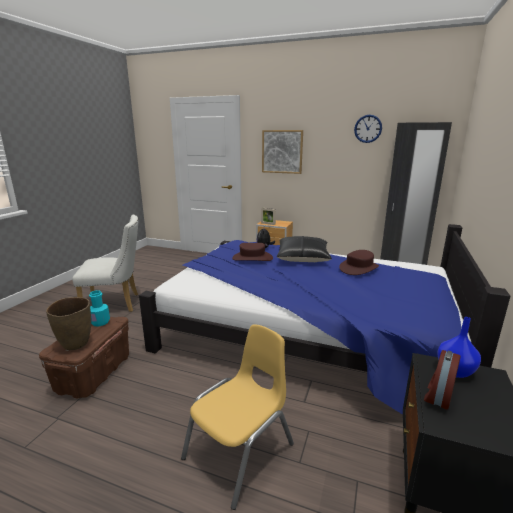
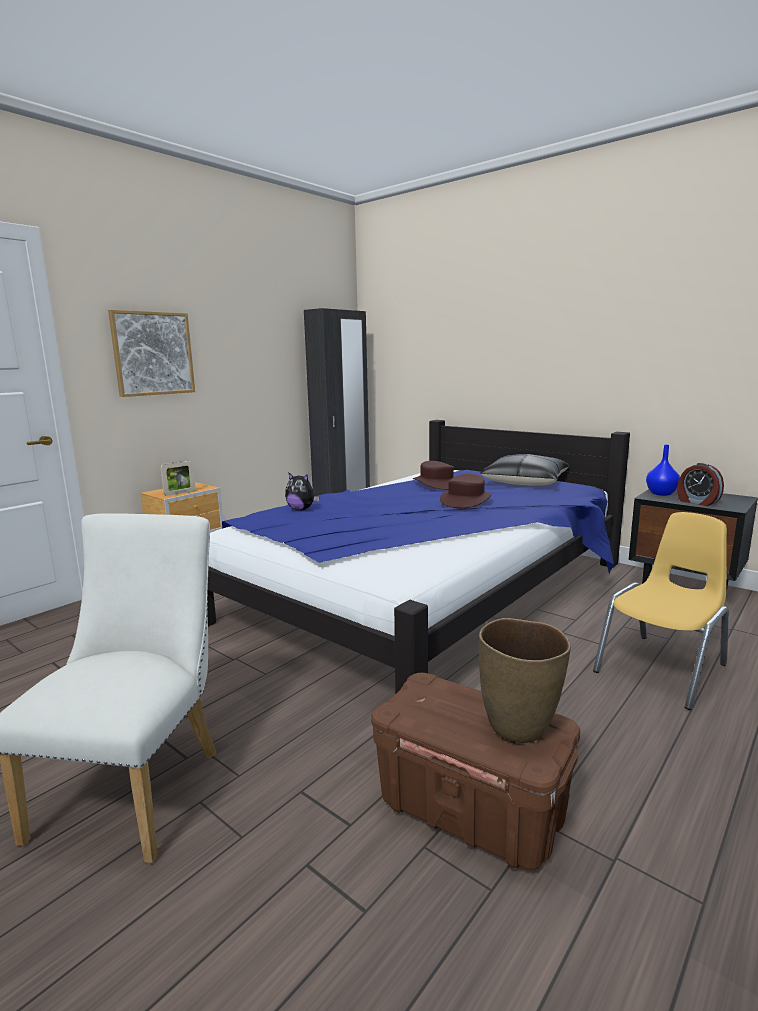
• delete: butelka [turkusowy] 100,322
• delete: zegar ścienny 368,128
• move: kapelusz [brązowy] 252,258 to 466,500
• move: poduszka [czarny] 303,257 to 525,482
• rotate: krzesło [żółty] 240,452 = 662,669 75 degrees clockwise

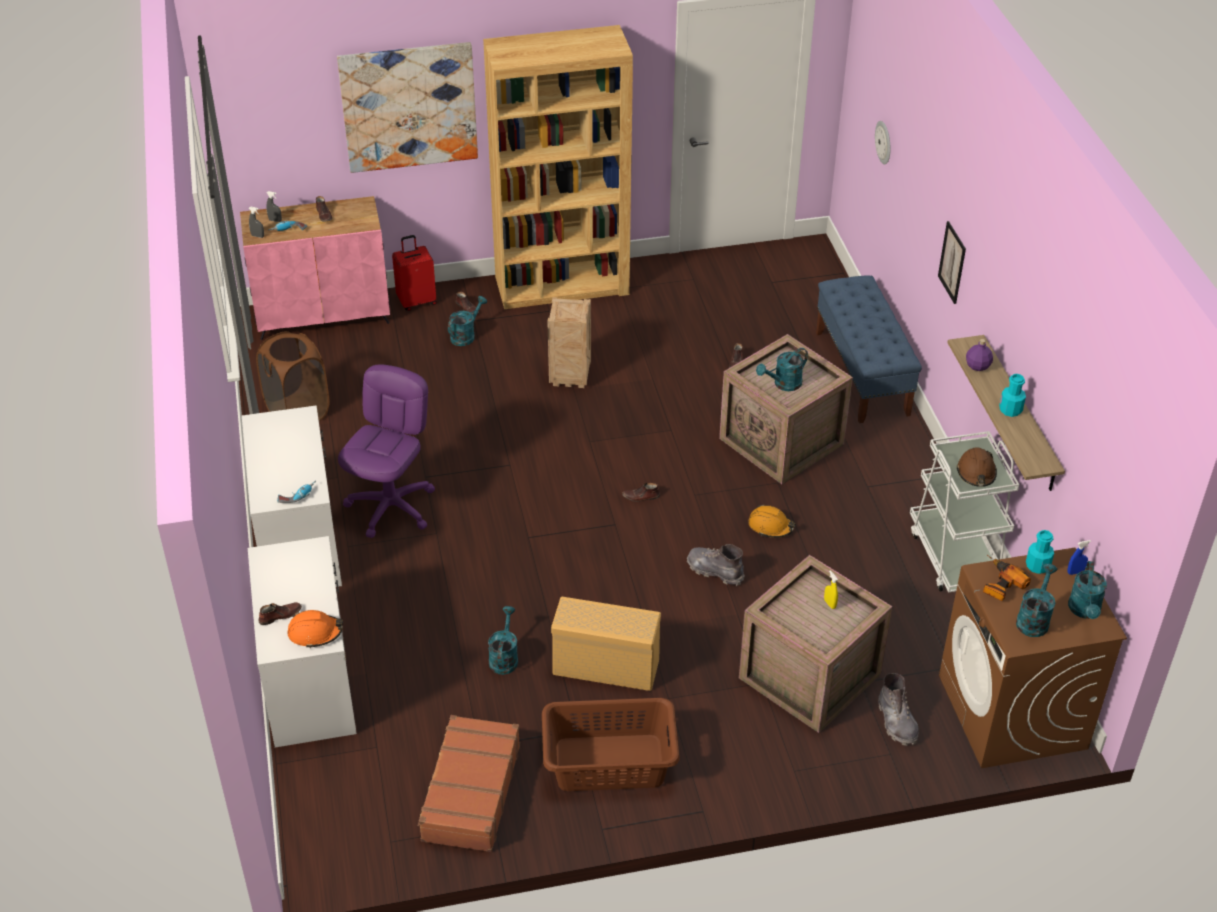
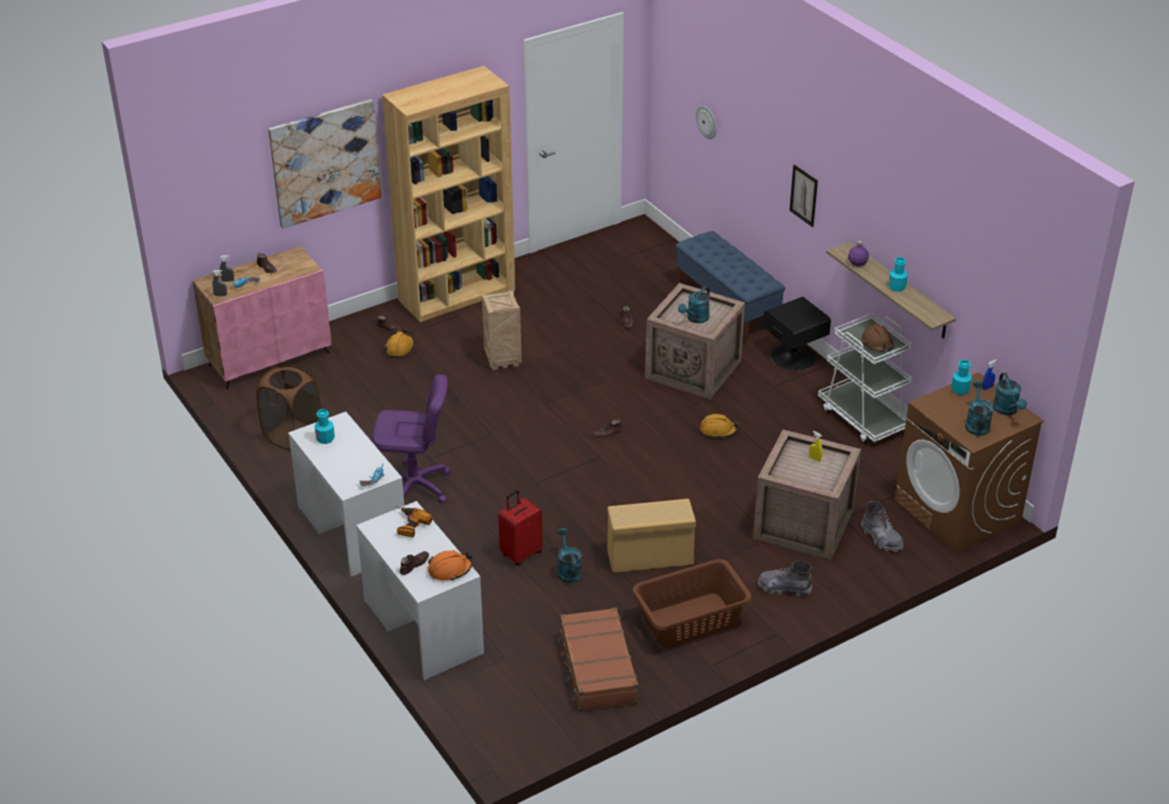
• insert: butelka [turkusowy] 325,439
• insert: szafka nocna [czarny] 793,357
• move: walizka [czerwony] 416,301 to 521,553
• move: but z cholewką [szary] 715,571 to 784,588
• move: wiertarka 999,584 to 409,525
• replace: konewka [turkusowy] 465,335 to kask [pomarańczowy] 399,348
• rotate: krzesło biurowe [fioletowy] 391,507 = 414,487 90 degrees clockwise

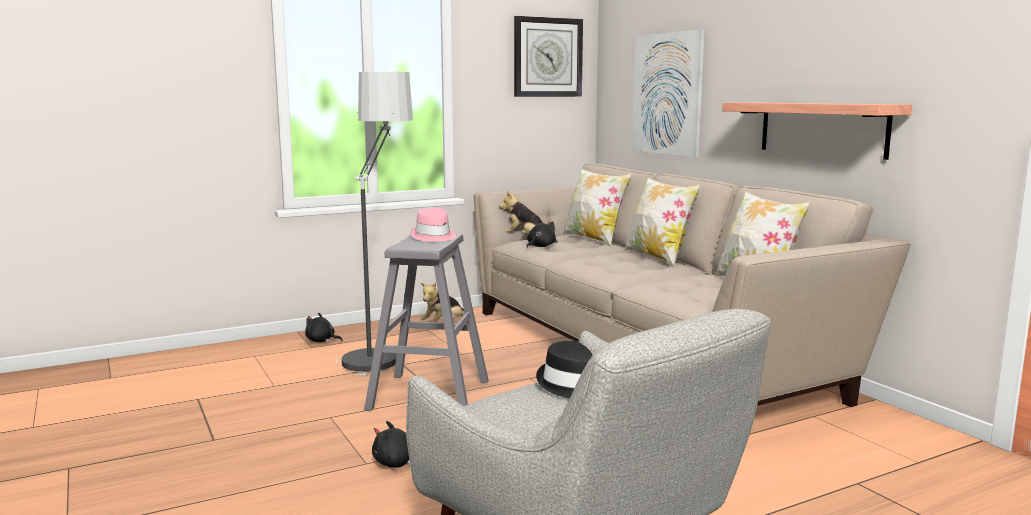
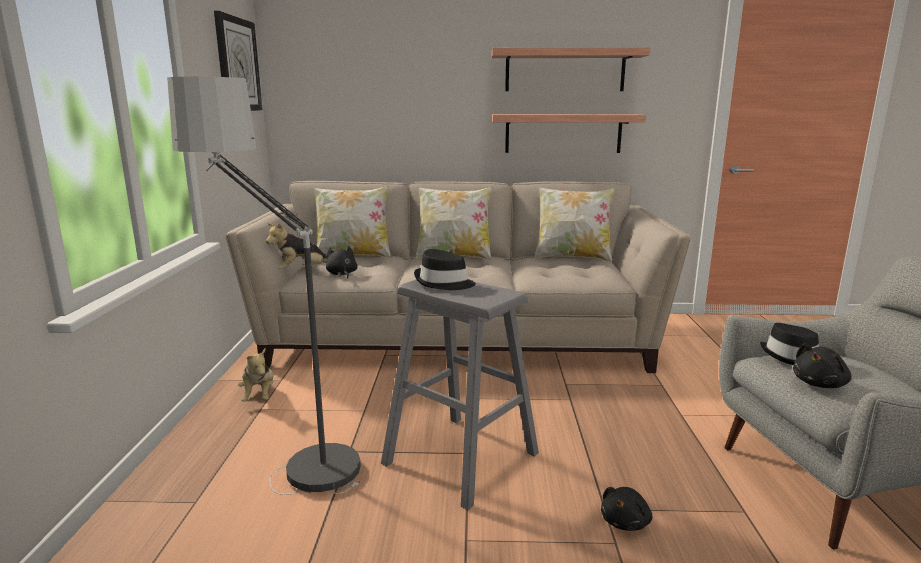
• delete: obraz 667,94
• insert: półka 565,71
• move: pluszak [czarny] 321,341 to 820,384
• recolor: kapelusz [różowy] 433,236 to kapelusz [czarny] 444,283

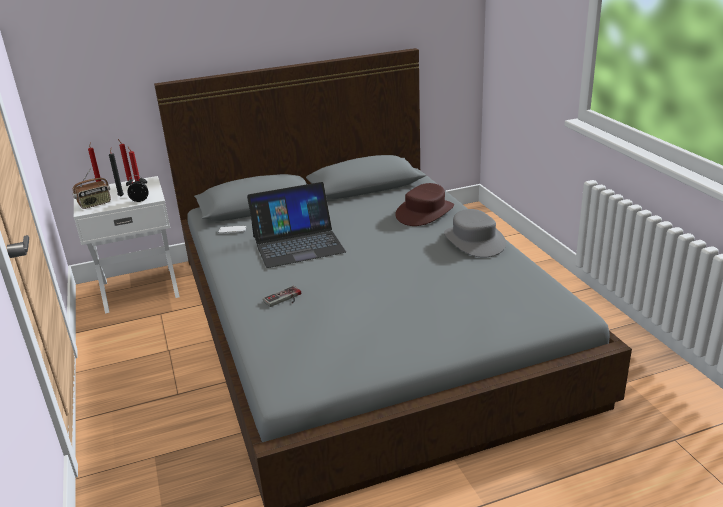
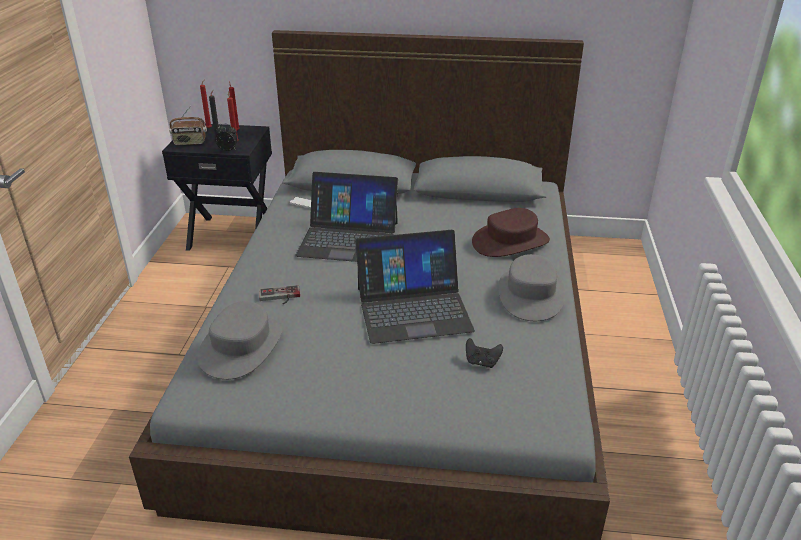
• insert: kapelusz [szary] 242,347
• insert: laptop 413,308
• insert: pad do gier [czarny] 482,362
• recolor: szafka nocna [biały] 140,288 to szafka nocna [czarny] 232,234

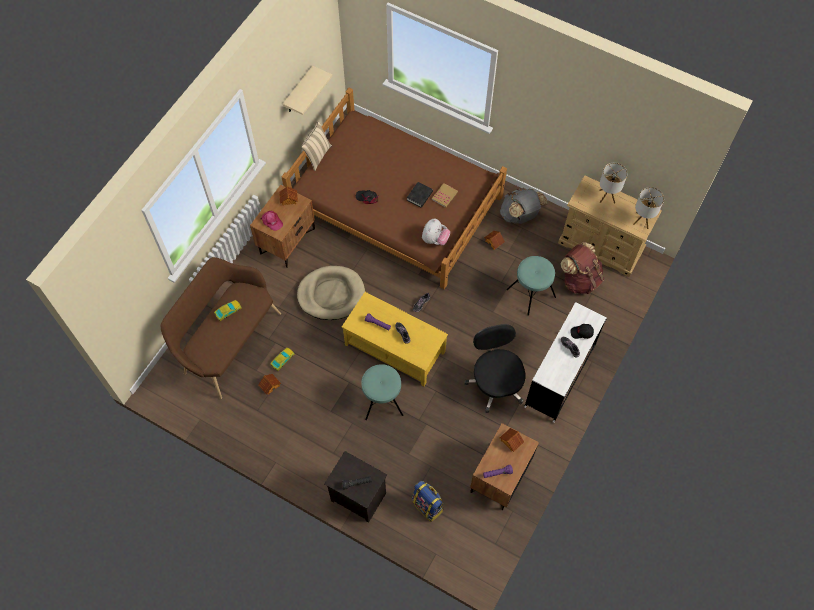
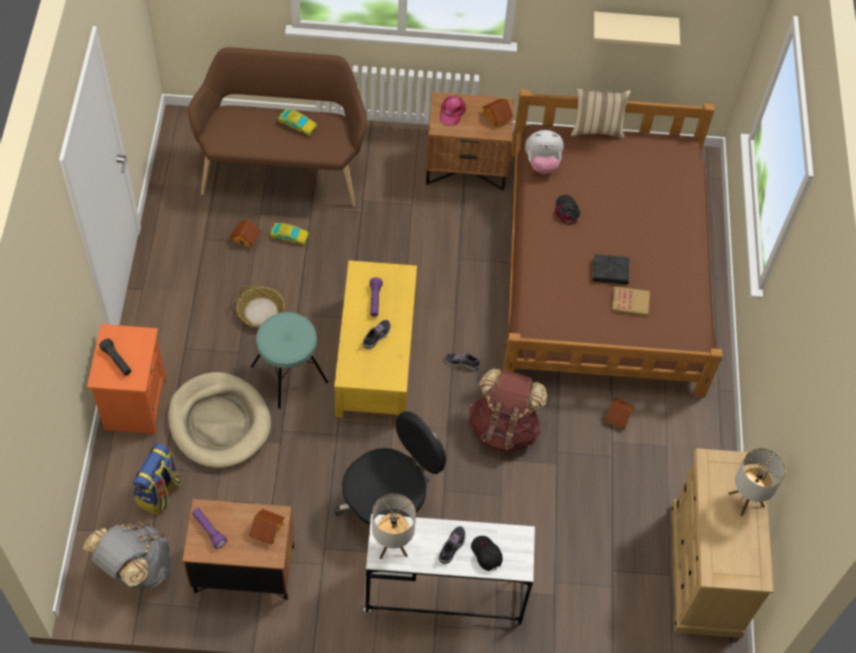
• delete: stołek [turkusowy] 531,293
• insert: koszyk 260,312
• move: legowisko [beżowy] 331,294 to 219,422
• move: pluszak 435,239 to 542,163
• move: plecak [szary] 520,215 to 135,568
• move: plecak [brązowy] 580,279 to 504,428
• move: lampa stołowa 642,220 to 392,545
• recolor: szafka nocna [czarny] 357,497 to szafka nocna [pomarańczowy] 134,402

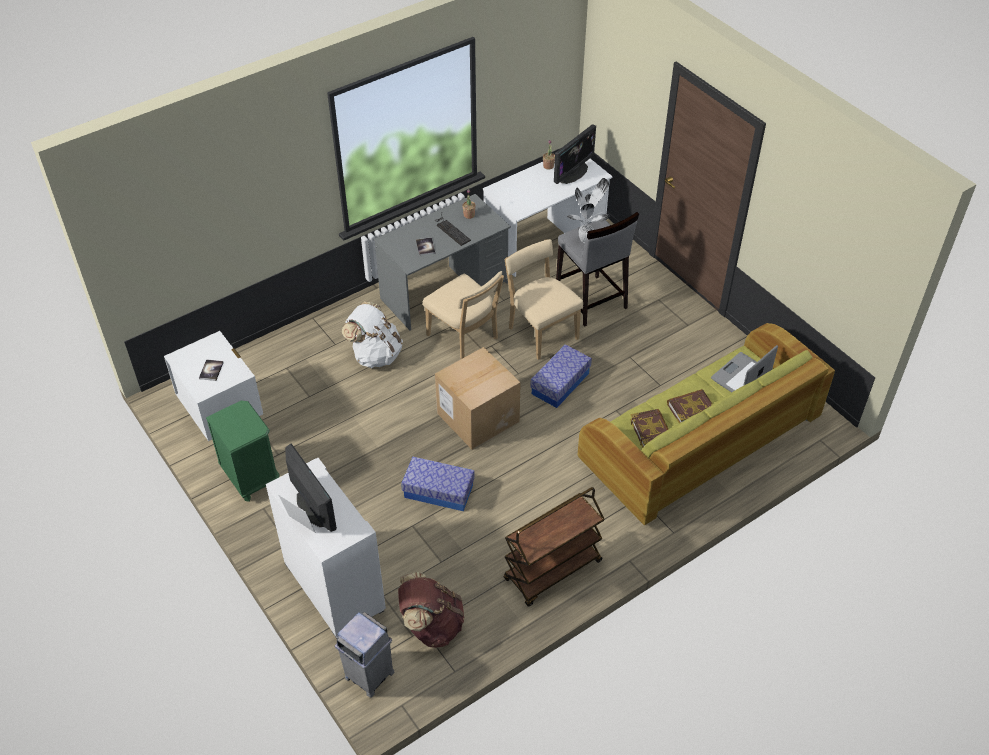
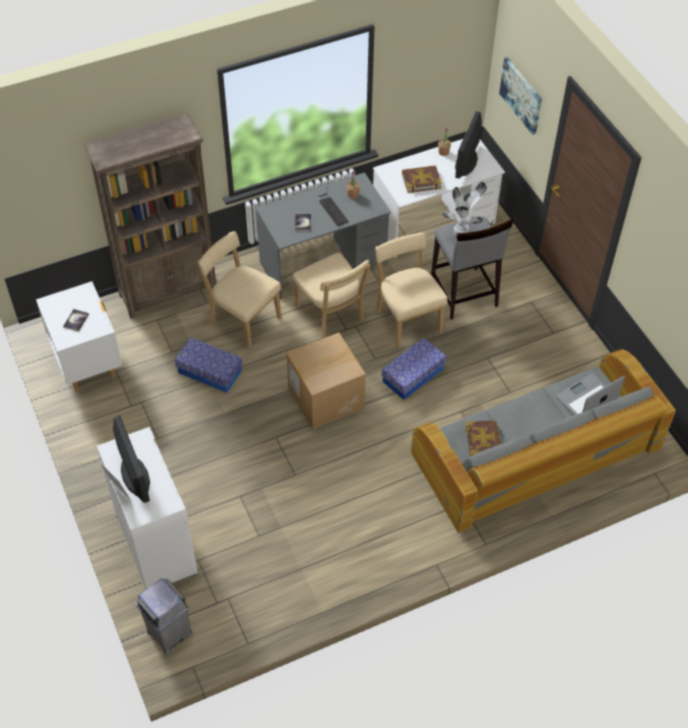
• delete: szafka nocna [zielony] 251,478
• delete: plecak [brązowy] 431,625
• delete: wózek [brązowy] 552,571
• insert: regał [brązowy] 168,291
• insert: obraz 521,95
• move: pojemnik do przechowywania 438,491 to 209,372
• move: książka 690,409 to 421,181
• replace: plecak [biały] 375,354 to krzesło [beżowy] 243,319
• recolor: kanapa [zielony] 700,441 to kanapa [szary] 535,456
• rotate: monitor 573,173 = 466,162 150 degrees clockwise

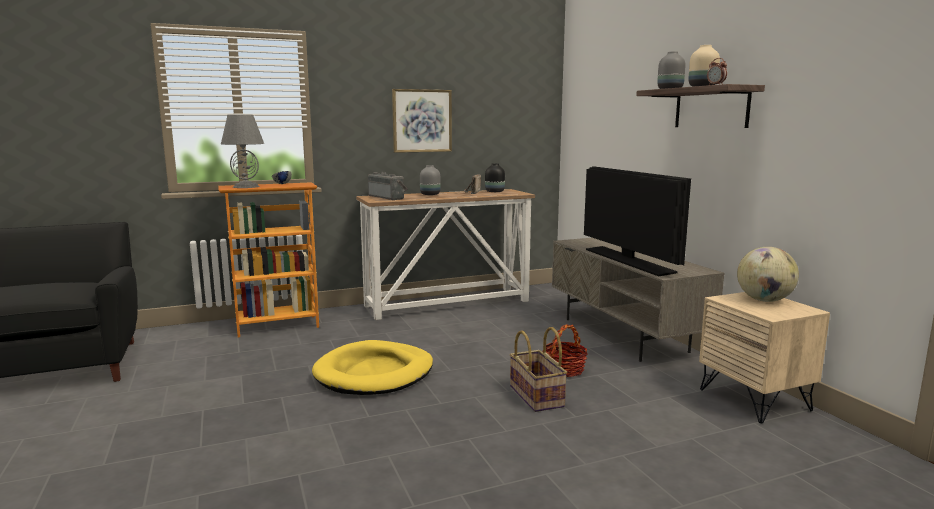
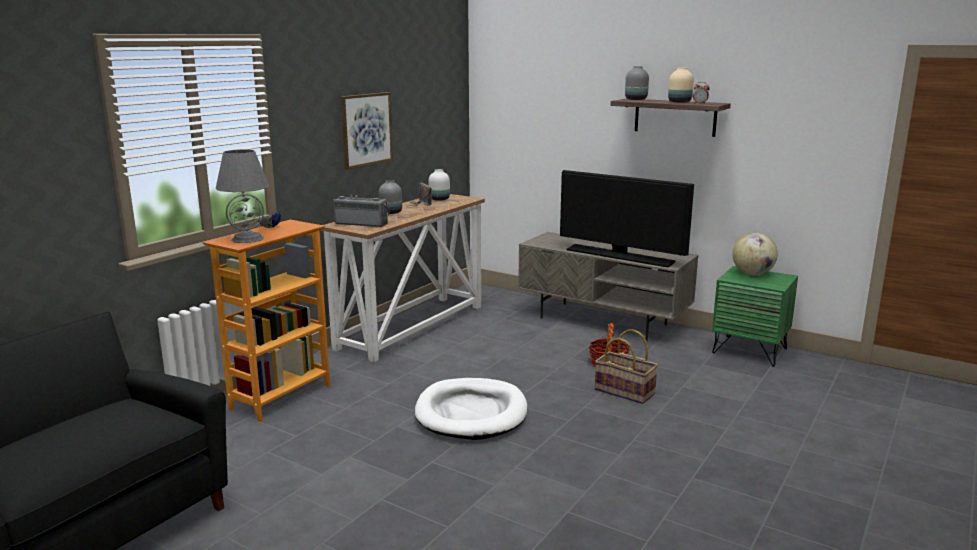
• recolor: legowisko [żółty] 374,373 to legowisko [biały] 471,413
• recolor: wazon [czarny] 494,192 to wazon [biały] 439,199
• recolor: szafka nocna [beżowy] 755,400 to szafka nocna [zielony] 750,350

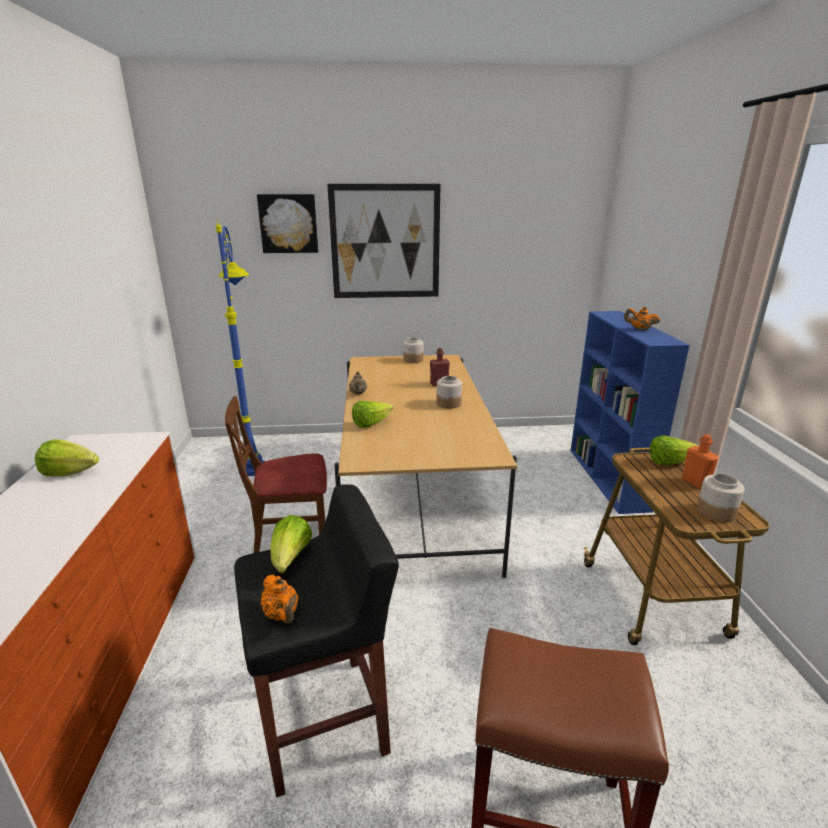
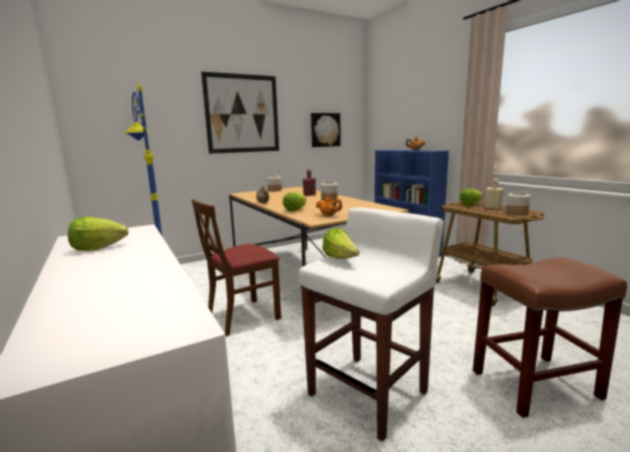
• move: obraz 288,223 to 325,130
• move: imbryk [pomarańczowy] 282,615 to 329,215
• recolor: stołek [czarny] 325,720 to stołek [biały] 369,392
• recolor: butelka [pomarańczowy] 695,483 to butelka [beżowy] 492,207

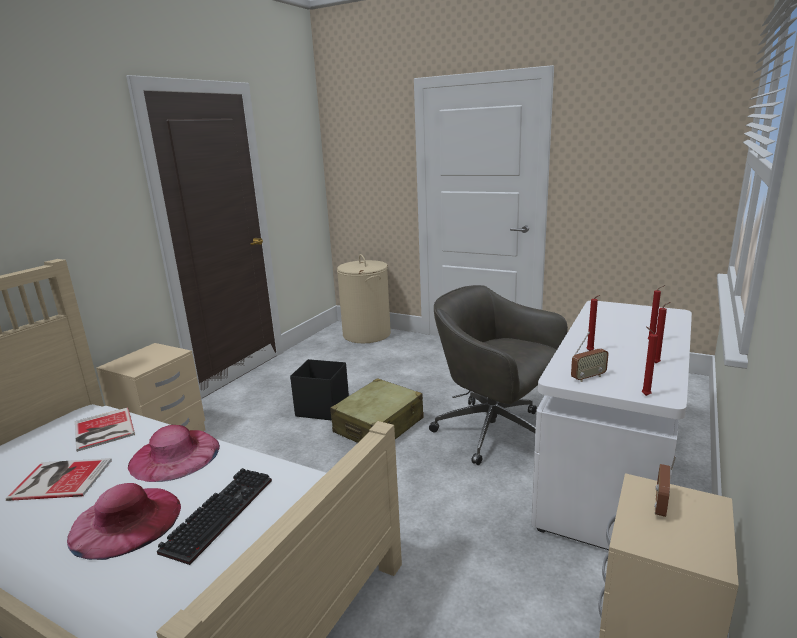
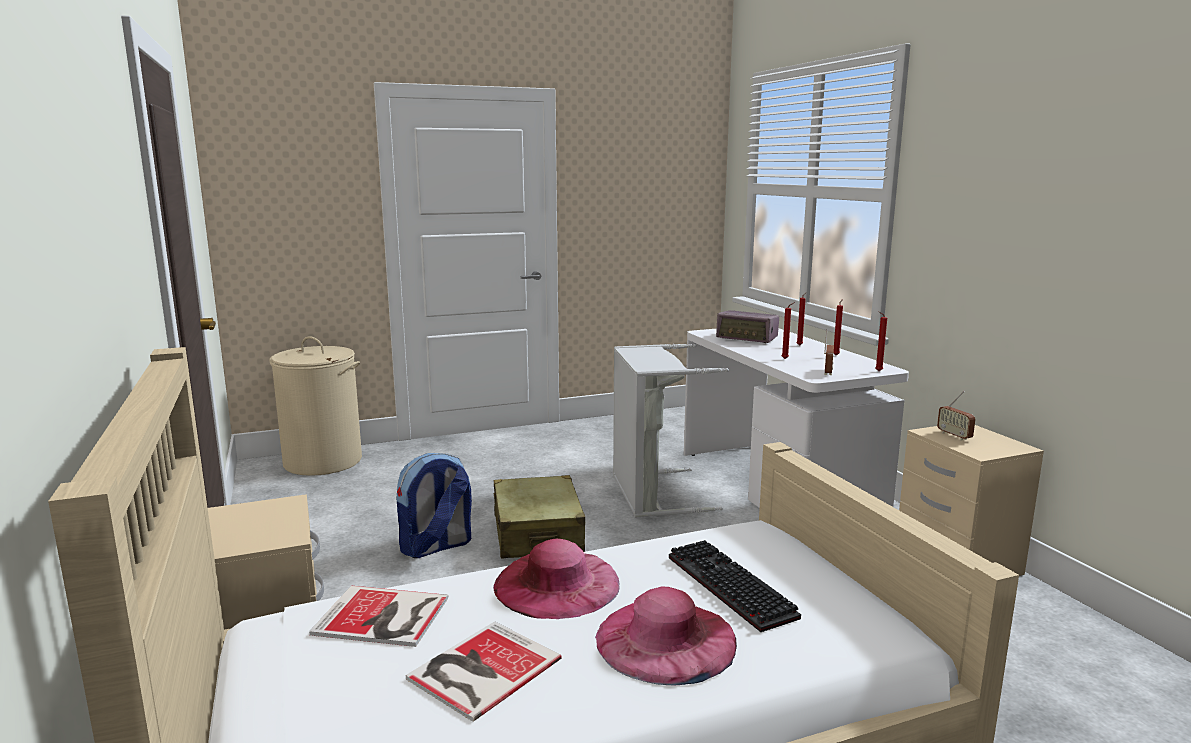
• insert: radio 747,338
• replace: pojemnik do przechowywania [czarny] 322,408 to plecak 436,547
• replace: krzesło biurowe [szary] 495,432 to kosz na pranie [szary] 651,494

